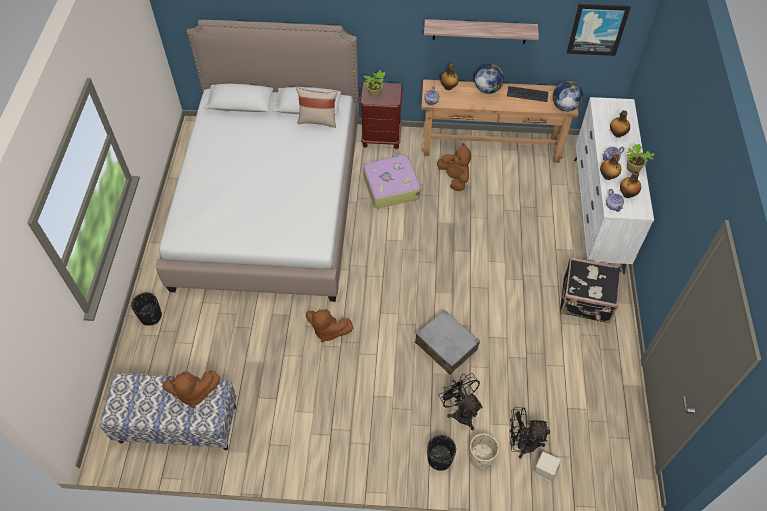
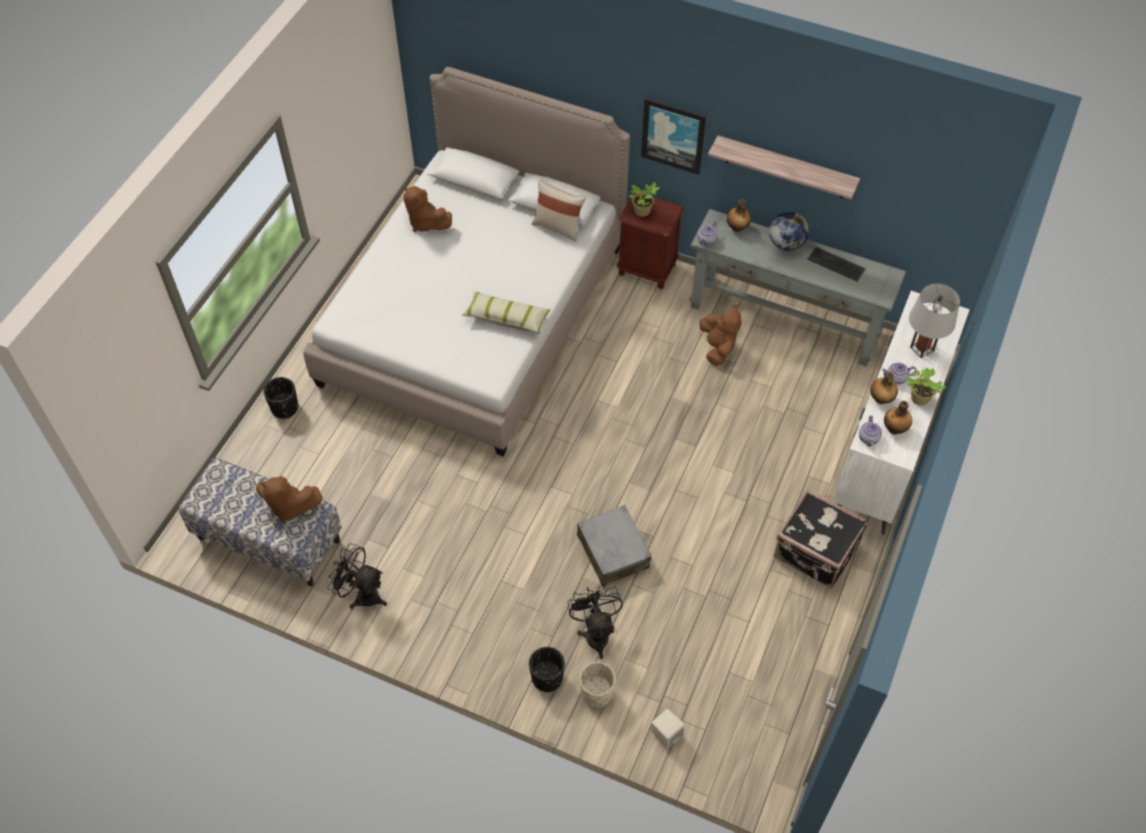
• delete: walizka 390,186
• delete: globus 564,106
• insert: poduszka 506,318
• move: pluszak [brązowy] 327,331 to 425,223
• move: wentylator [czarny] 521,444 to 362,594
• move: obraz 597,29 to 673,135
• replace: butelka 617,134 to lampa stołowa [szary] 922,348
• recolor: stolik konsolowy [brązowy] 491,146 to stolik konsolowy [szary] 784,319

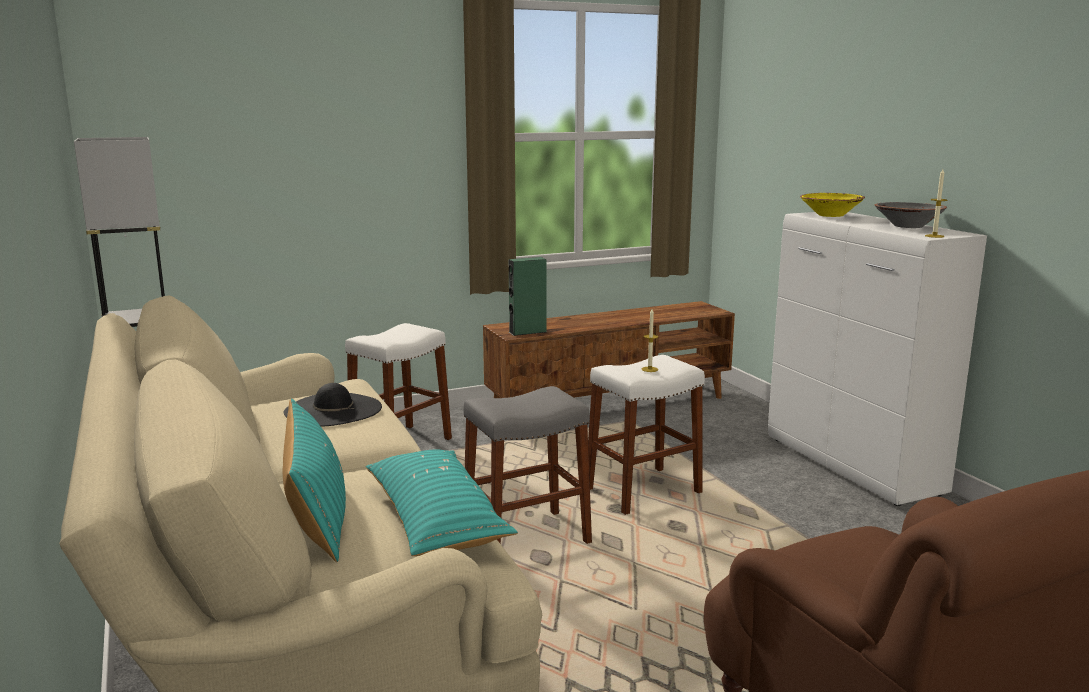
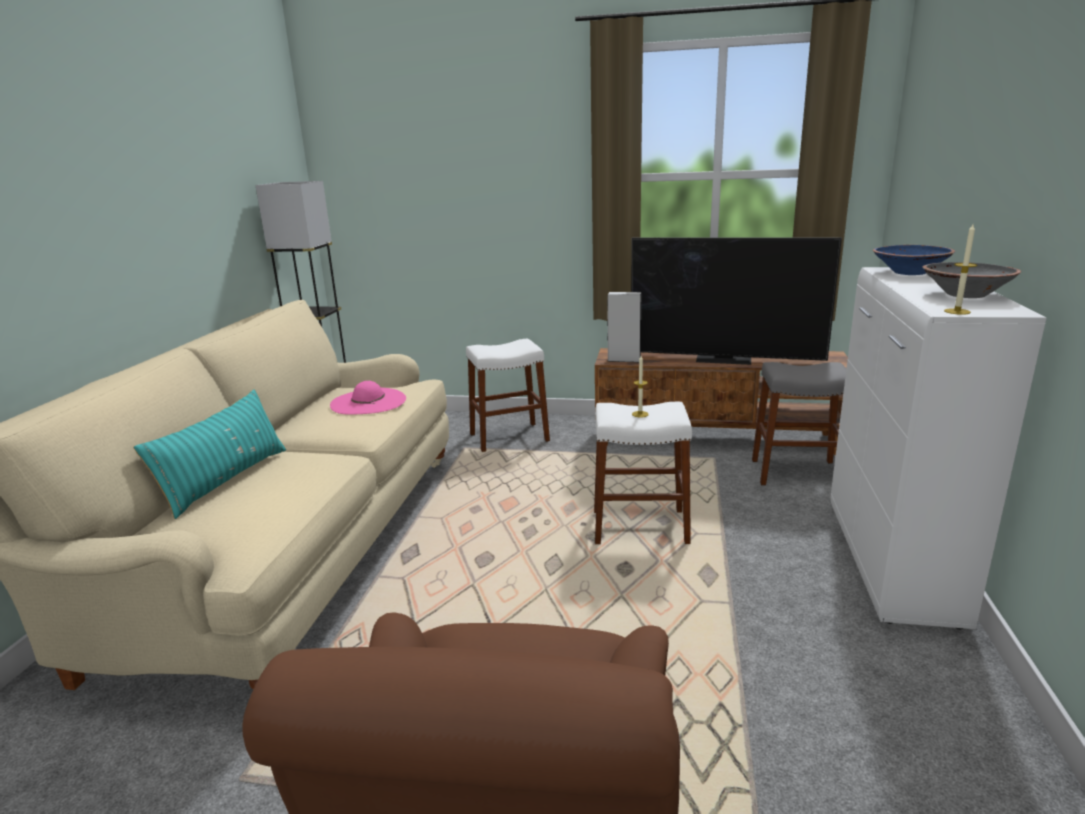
• delete: poduszka [turkusowy] 436,519
• insert: telewizor 725,359
• move: stołek [szary] 526,539 to 797,473
• recolor: kapelusz [czarny] 333,410 to kapelusz [różowy] 368,402
• recolor: głośnik [zielony] 527,332 to głośnik [szary] 624,360
• recolor: miska [żółty] 830,215 to miska [niebieski] 910,272

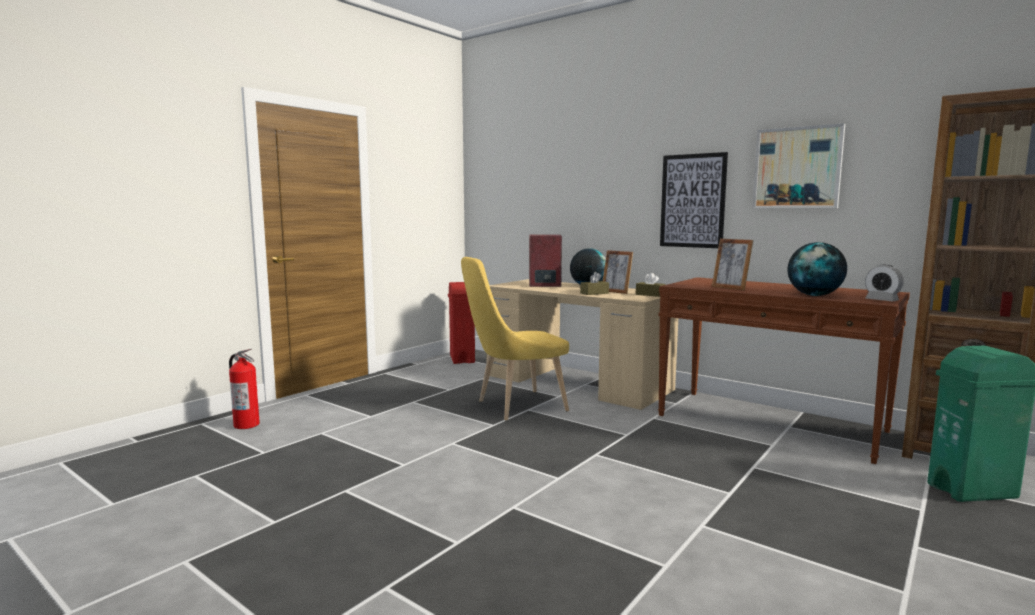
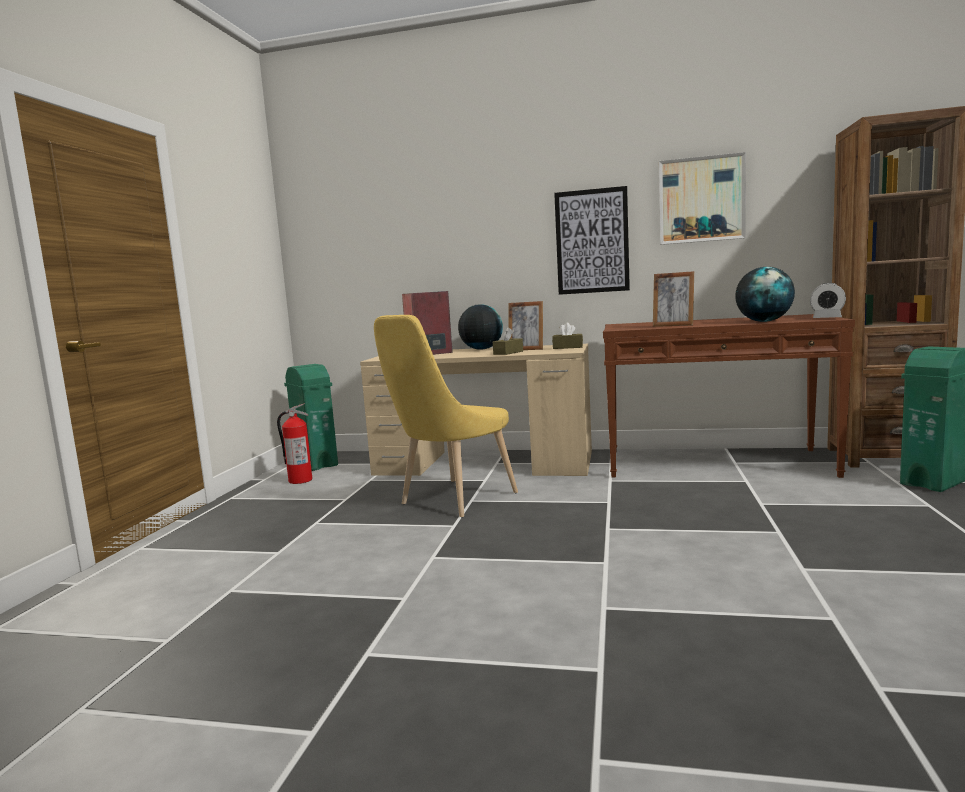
• move: gaśnica 246,425 to 300,480
• recolor: kosz na śmieci [czerwony] 462,359 to kosz na śmieci [zielony] 316,464

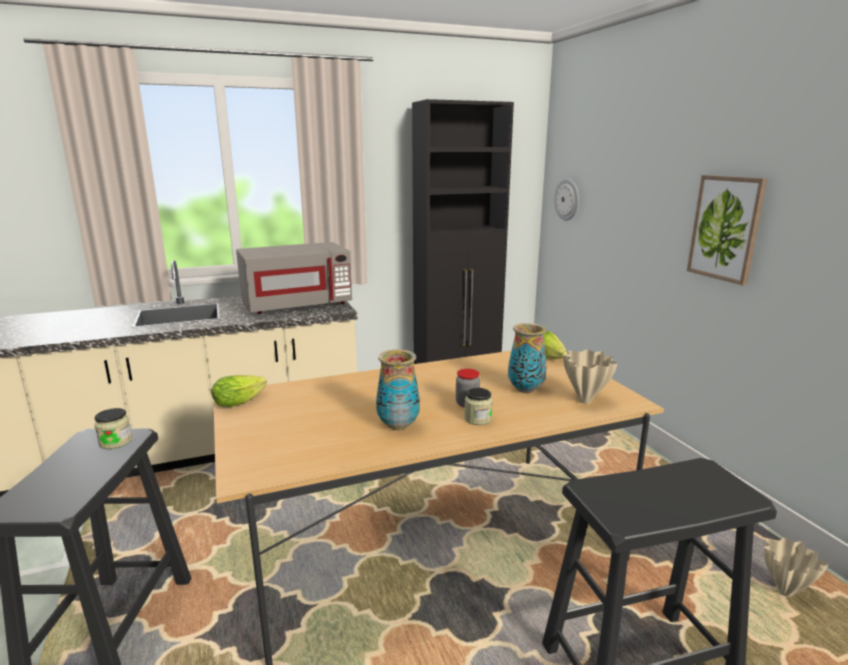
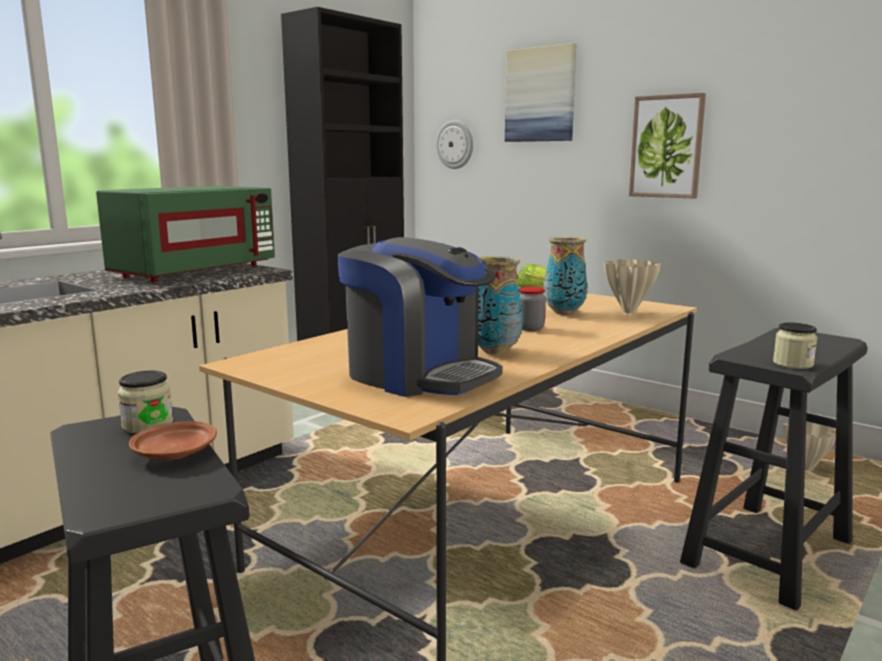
• delete: sałata 242,400
• insert: talerz [brązowy] 175,453
• insert: ekspres do kawy 419,375
• insert: obraz 540,95
• move: słoik 477,419 to 793,364
• recolor: mikrofalówka [szary] 297,305 to mikrofalówka [zielony] 194,272

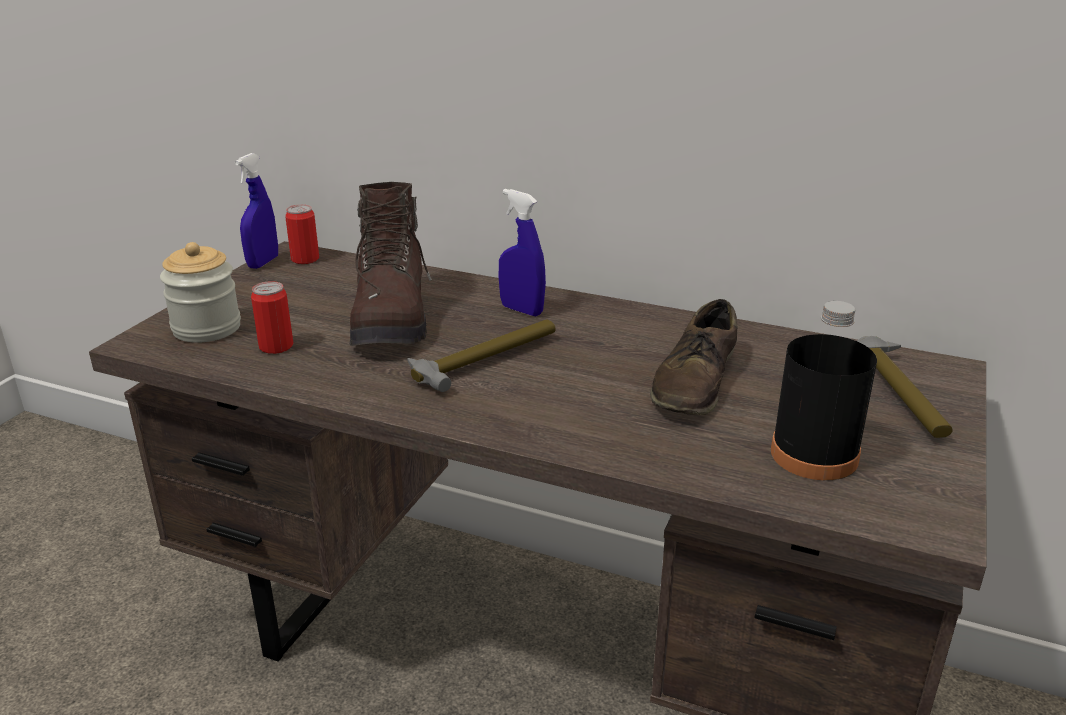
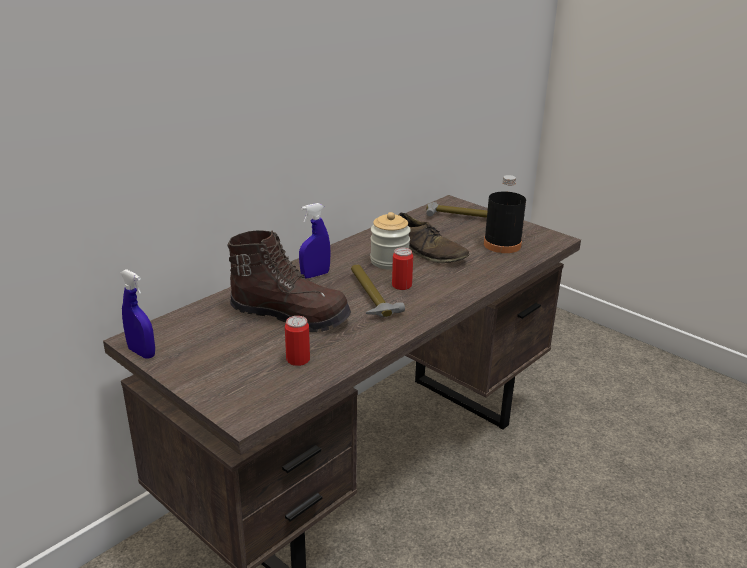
• move: słoik 207,328 to 389,261
• move: puszka 305,259 to 401,285

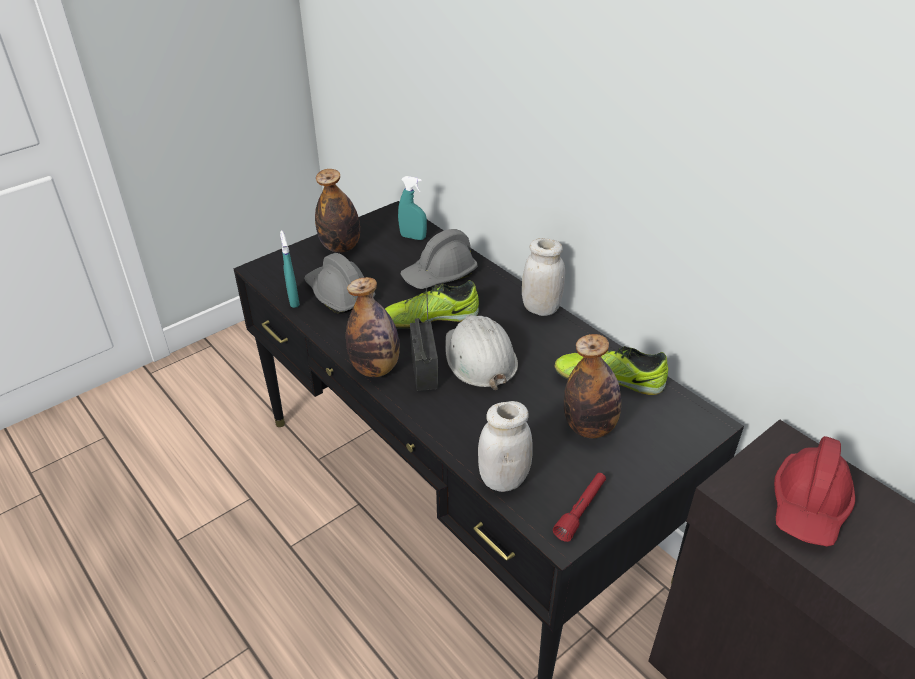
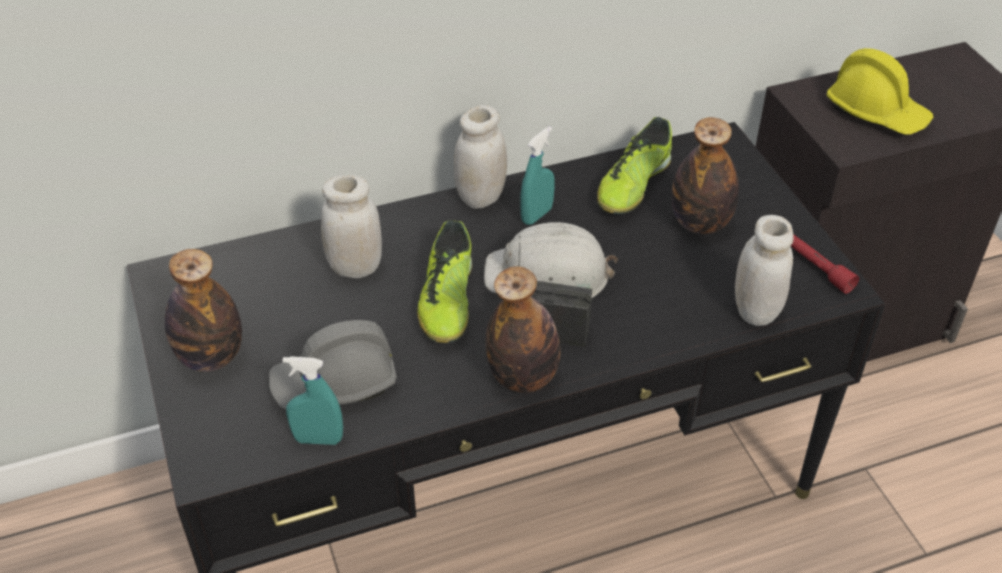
• move: spryskiwacz [turkusowy] 413,237 to 536,215
• replace: kask [szary] 439,275 to słoik [biały] 355,267
• recolor: kask [czerwony] 809,505 to kask [żółty] 876,112

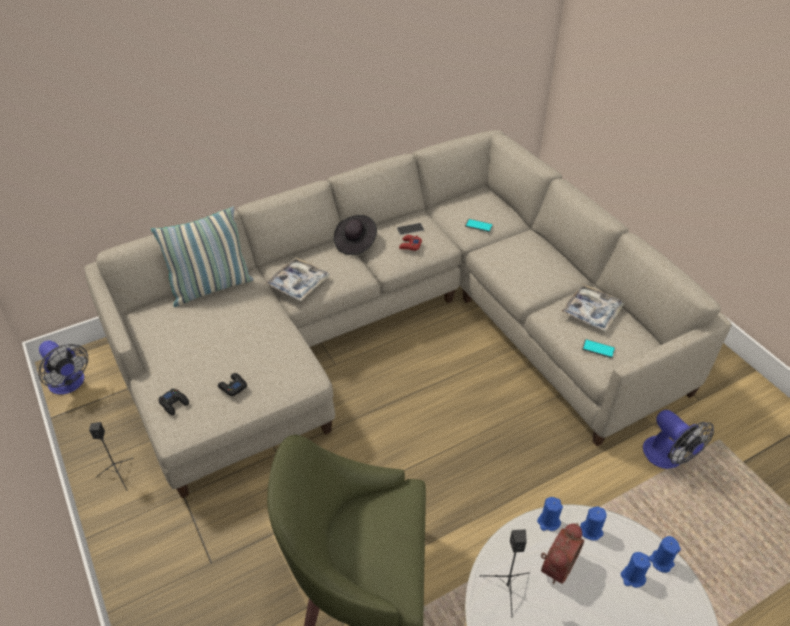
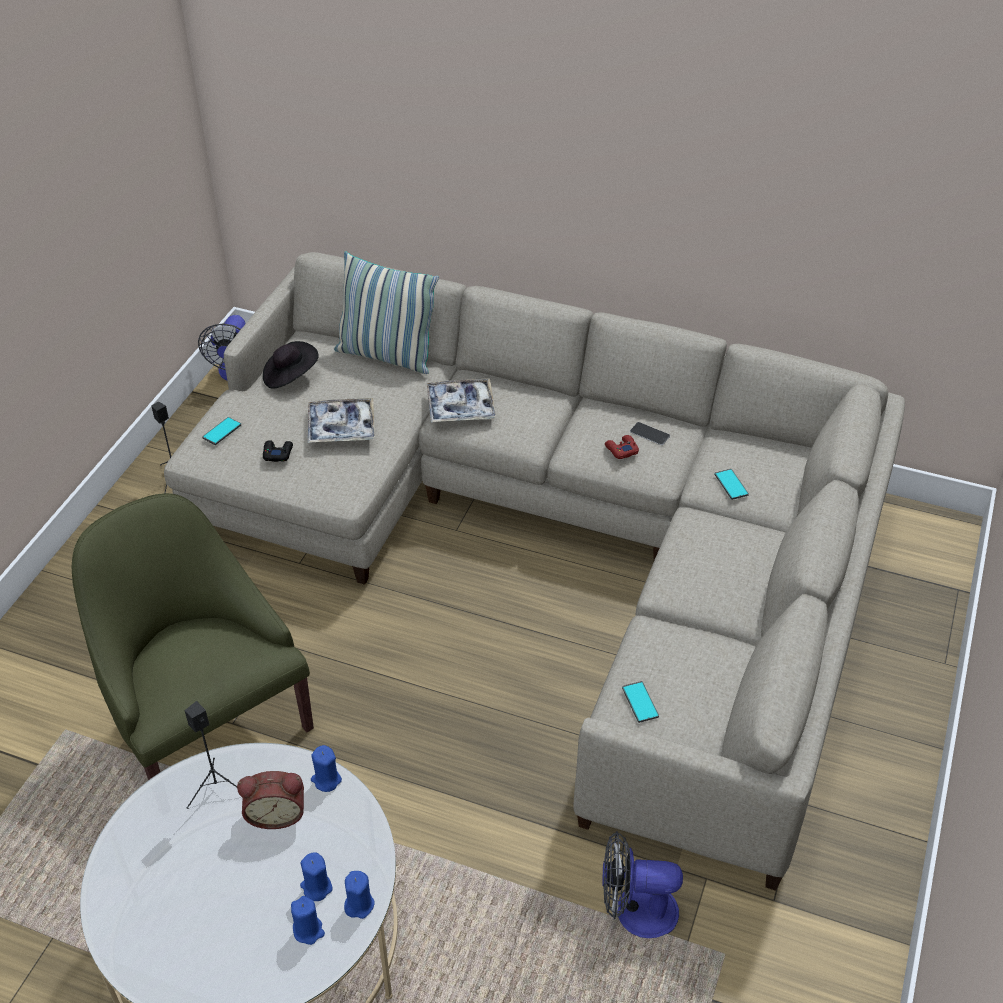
• move: kapelusz [czarny] 355,243 to 290,376
• move: taca 591,312 to 341,427
• move: świeca [niebieski] 591,531 to 308,930
• replace: pad do gier [czarny] 174,403 to telefon 222,431
• rotate: wentylator 668,458 = 635,911 75 degrees clockwise

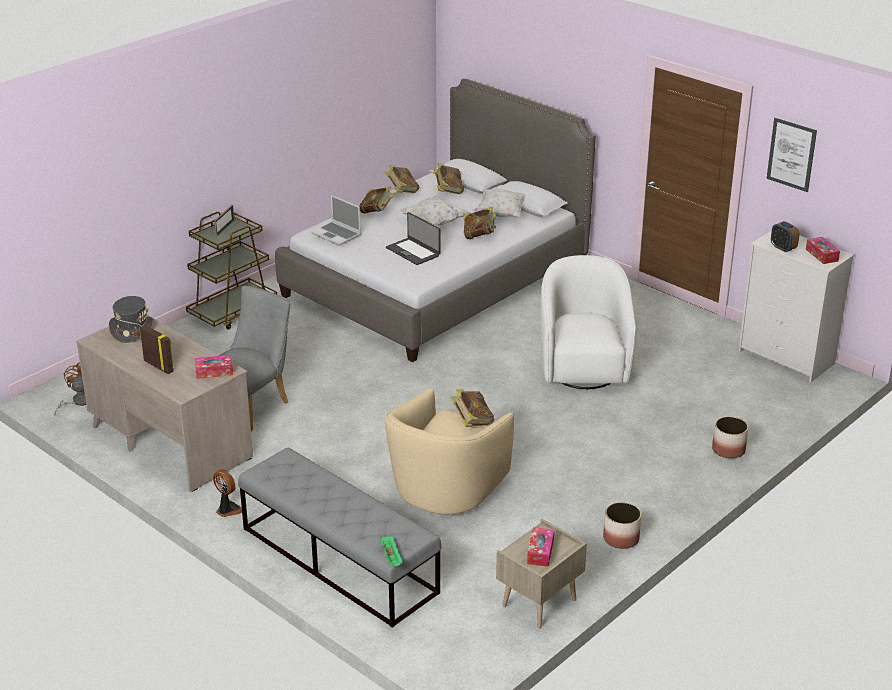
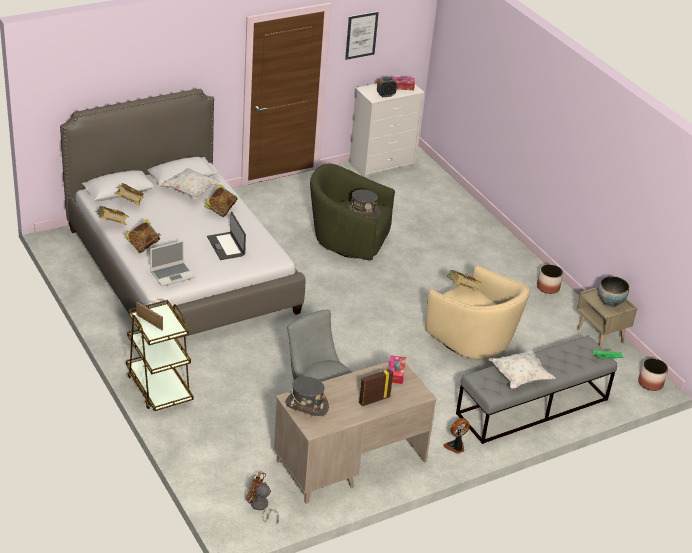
• insert: kapelusz [szary] 363,212
• move: poduszka [biały] 434,222 to 519,377
• move: donica 728,450 to 650,383
• replace: pudełko chusteczek 540,552 to miska 610,302
• recolor: fotel [biały] 583,366 to fotel [zielony] 348,241
• rotate: laptop 413,251 = 226,246 90 degrees clockwise

